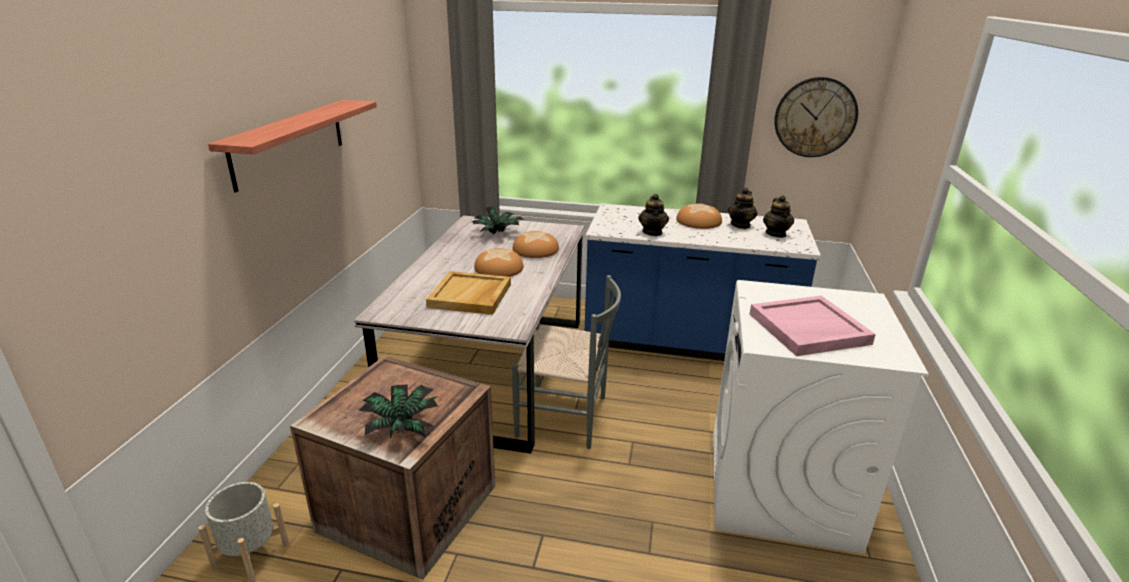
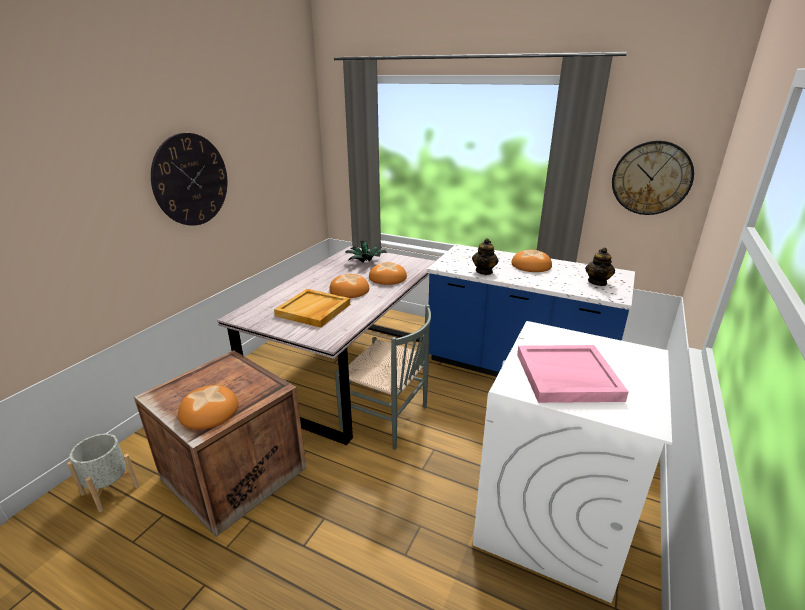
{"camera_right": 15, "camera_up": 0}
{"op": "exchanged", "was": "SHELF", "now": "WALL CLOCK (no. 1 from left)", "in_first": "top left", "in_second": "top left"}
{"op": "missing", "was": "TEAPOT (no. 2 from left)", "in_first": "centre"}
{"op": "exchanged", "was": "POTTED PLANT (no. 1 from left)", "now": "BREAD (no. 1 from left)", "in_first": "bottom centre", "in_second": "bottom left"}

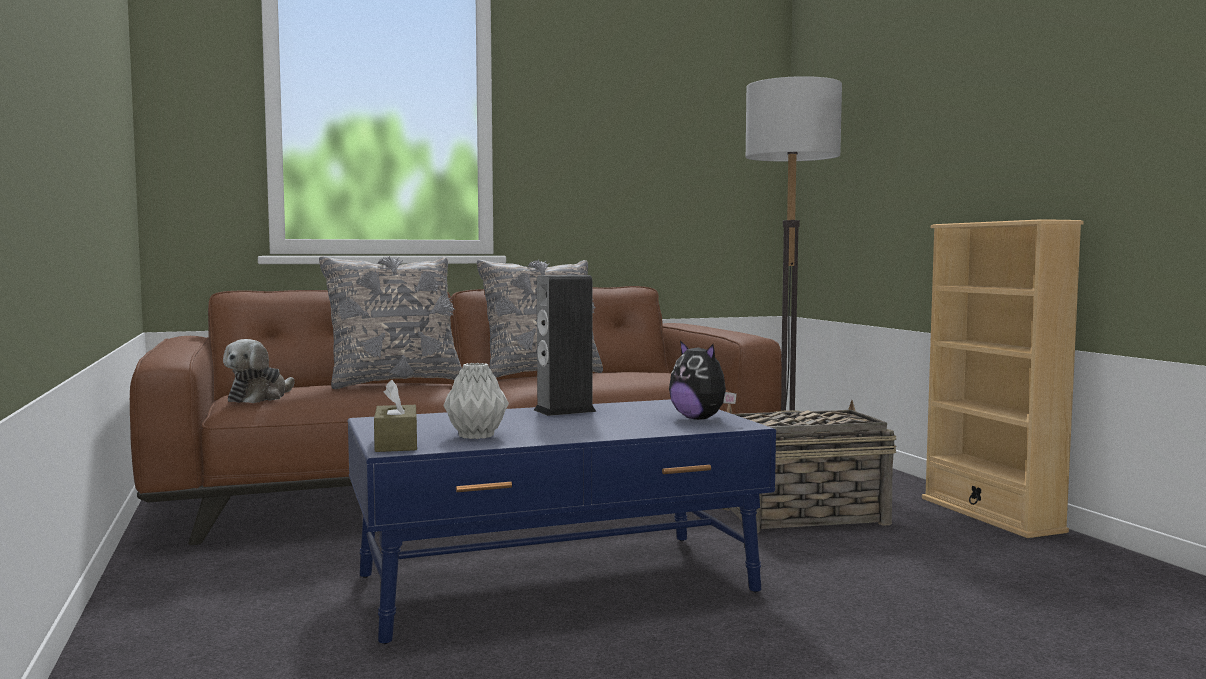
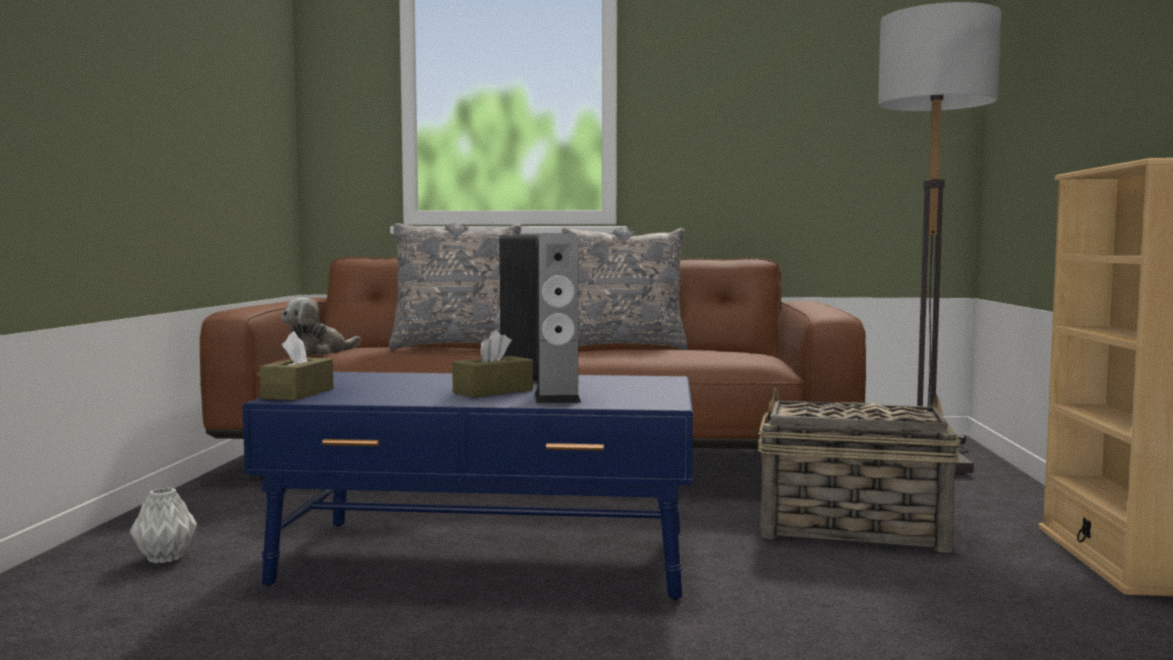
{"camera_right": 25, "camera_up": 0}
{"op": "missing", "was": "PLUSH TOY (no. 2 from left)", "in_first": "centre"}
{"op": "relocated", "was": "GREY VASE", "in_first": "centre", "in_second": "bottom left"}
{"op": "appeared", "now": "SPEAKER (no. 2 from left)", "in_second": "centre"}
{"op": "appeared", "now": "BROWN TISSUE BOX (no. 2 from left)", "in_second": "centre"}

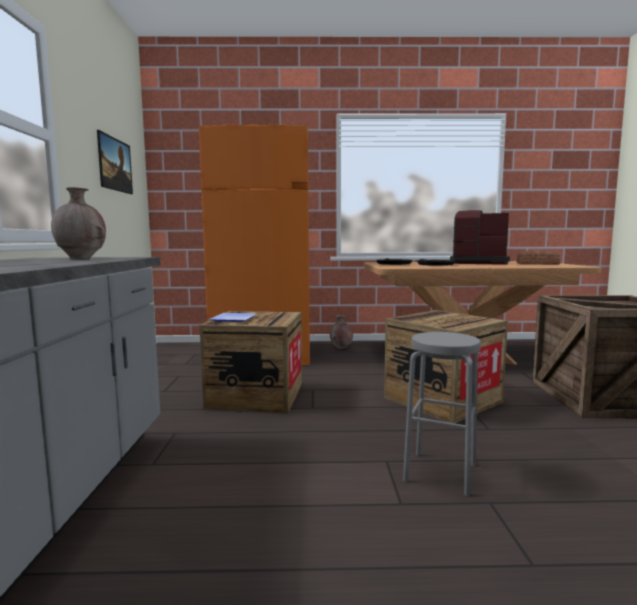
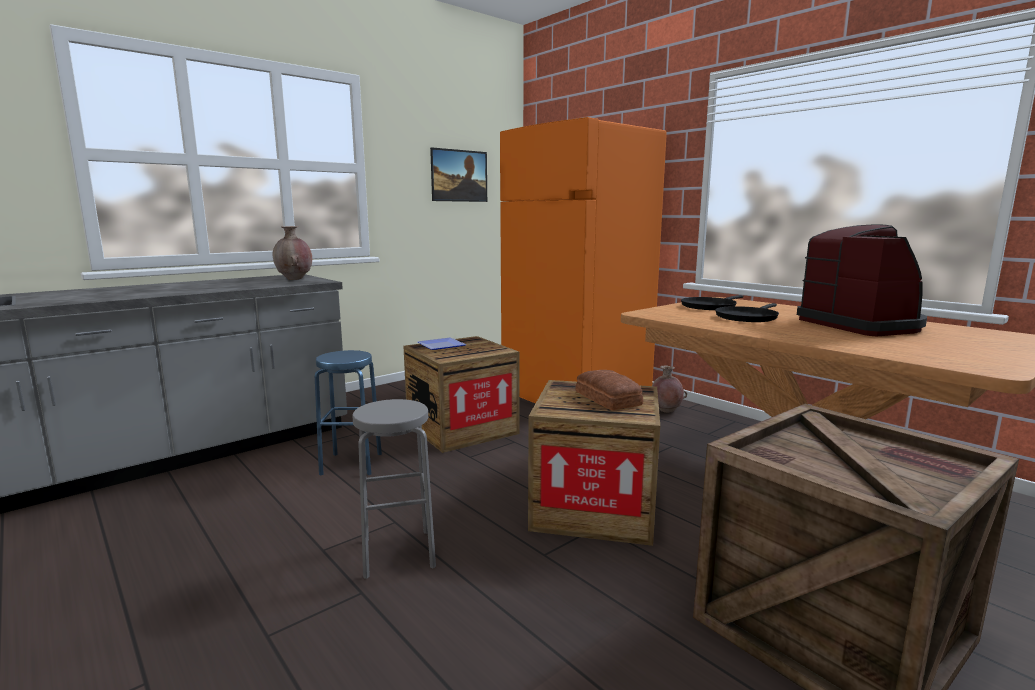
{"camera_right": 50, "camera_up": 5}
{"op": "relocated", "was": "BREAD", "in_first": "middle right", "in_second": "centre"}
{"op": "appeared", "now": "BLUE STOOL", "in_second": "centre"}

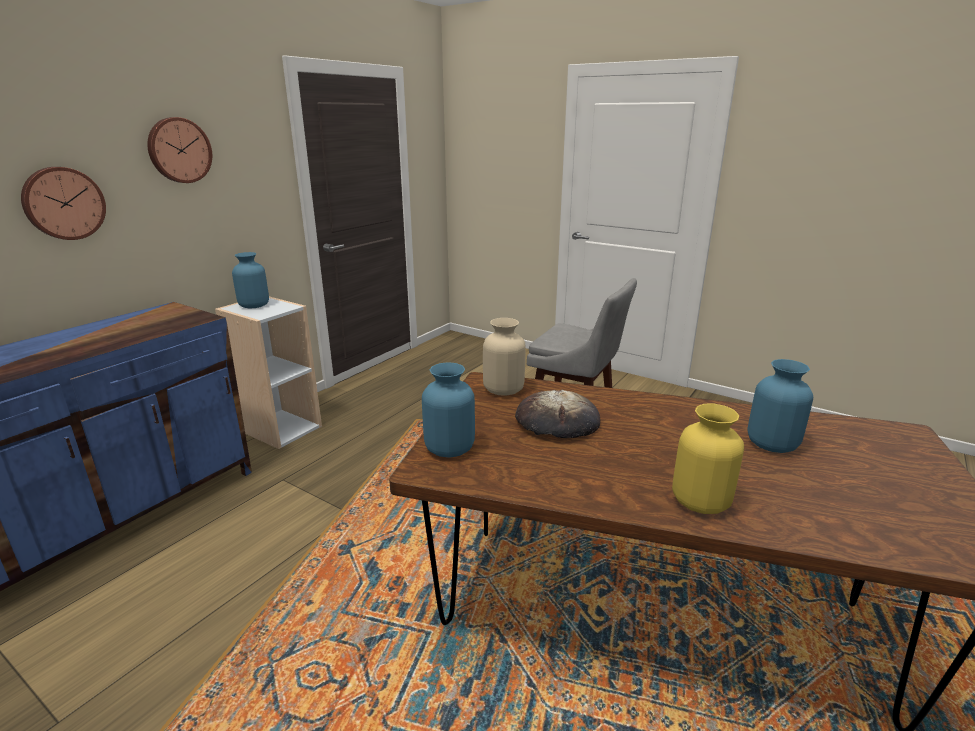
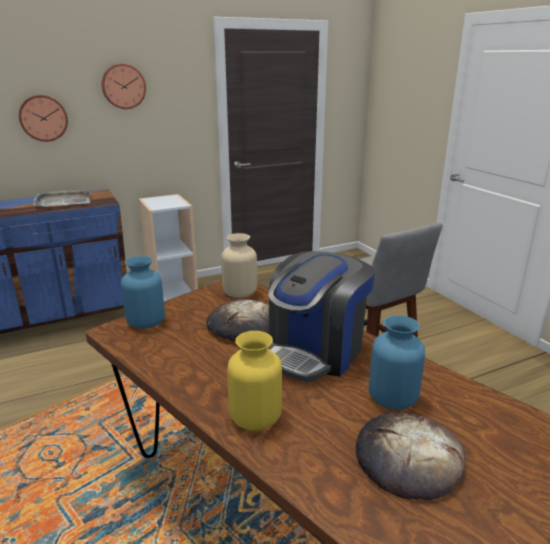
{"camera_right": 30, "camera_up": 0}
{"op": "missing", "was": "BLUE VASE (no. 1 from left)", "in_first": "middle left"}
{"op": "appeared", "now": "GREY TRAY", "in_second": "middle left"}
{"op": "appeared", "now": "COFFEE MACHINE", "in_second": "centre"}
{"op": "appeared", "now": "BREAD (no. 2 from left)", "in_second": "bottom right"}

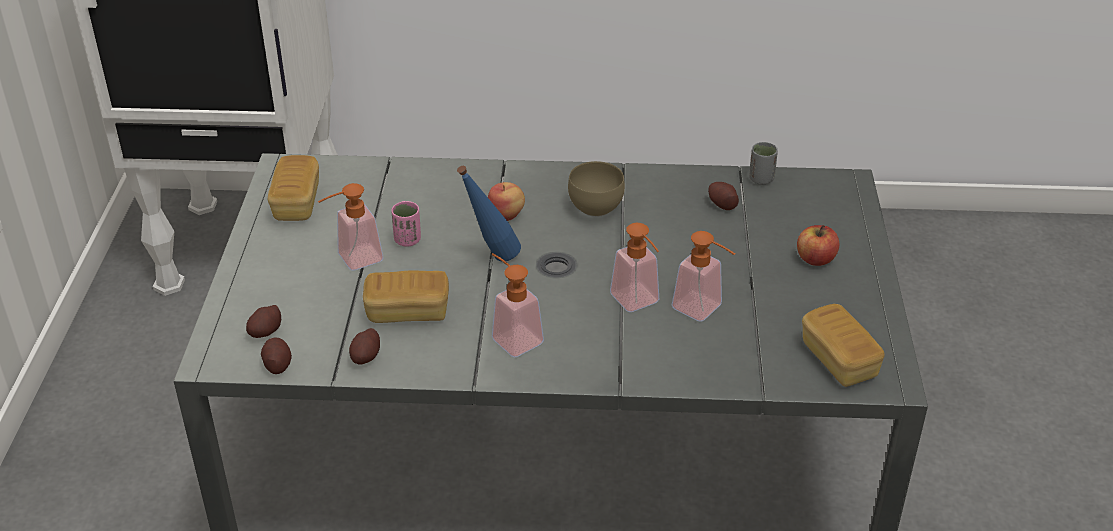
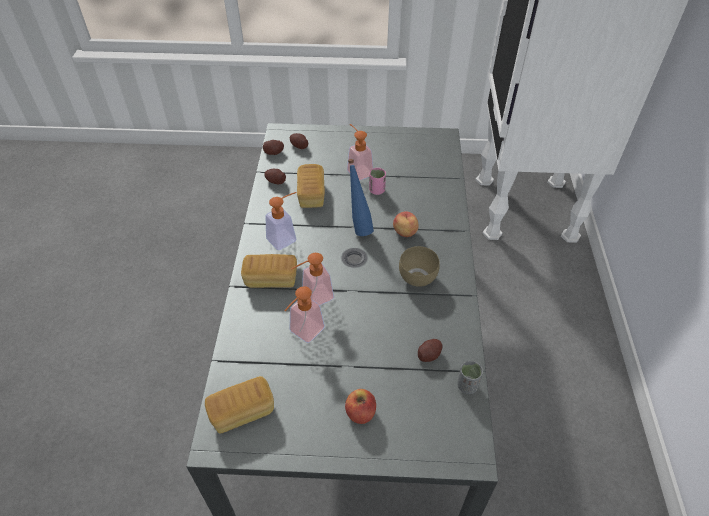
{"camera_right": 90, "camera_up": 10}
{"op": "relocated", "was": "BREAD (no. 1 from left in the first image)", "now": "BREAD (no. 2 from left)", "in_first": "middle left", "in_second": "centre"}

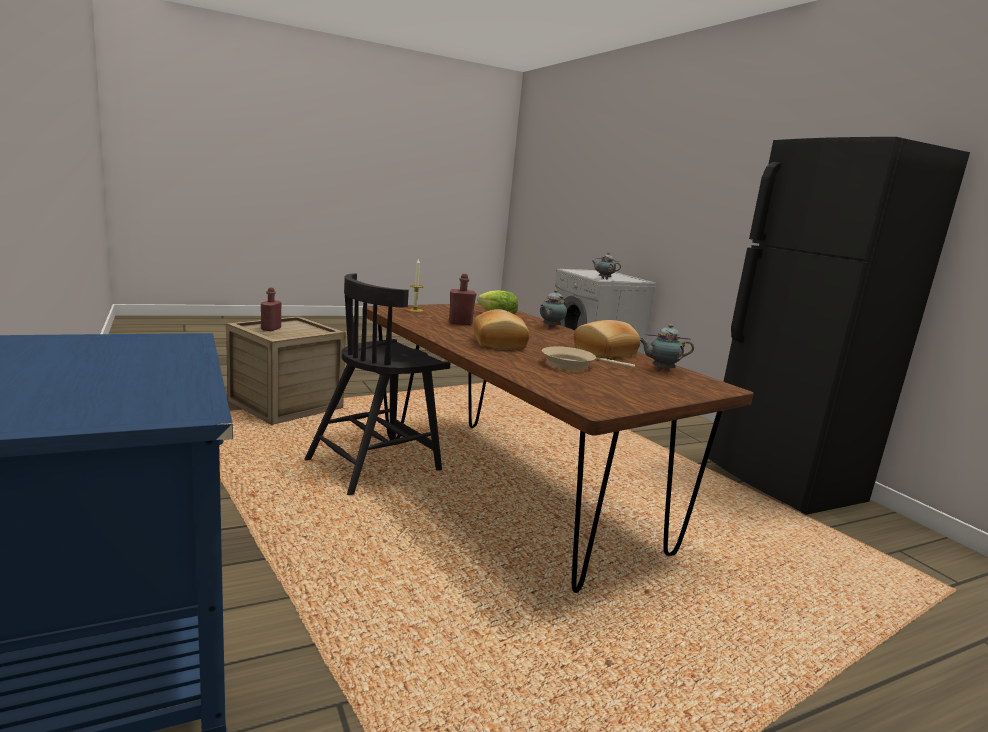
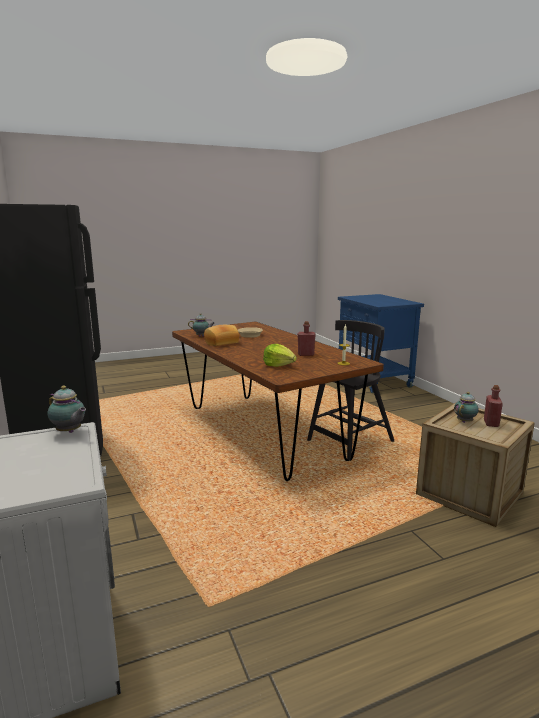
{"camera_right": -175, "camera_up": 0}
{"op": "relocated", "was": "TEAPOT (no. 1 from left in the first image)", "now": "TEAPOT (no. 3 from left)", "in_first": "centre", "in_second": "middle right"}
{"op": "missing", "was": "BREAD (no. 1 from left)", "in_first": "centre"}

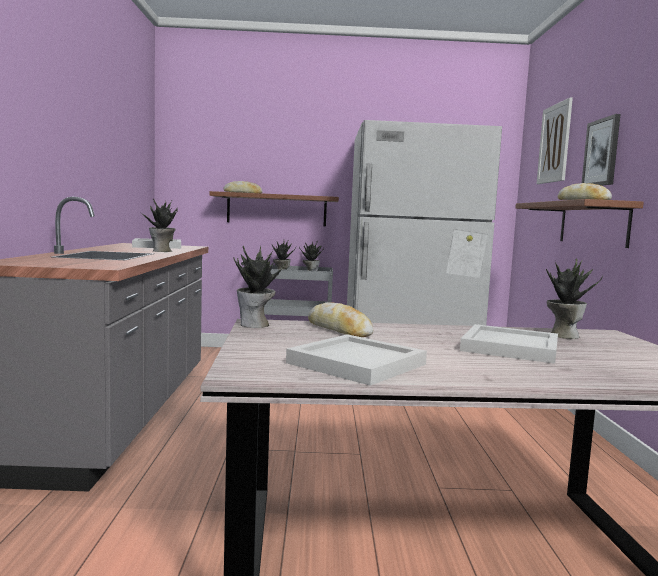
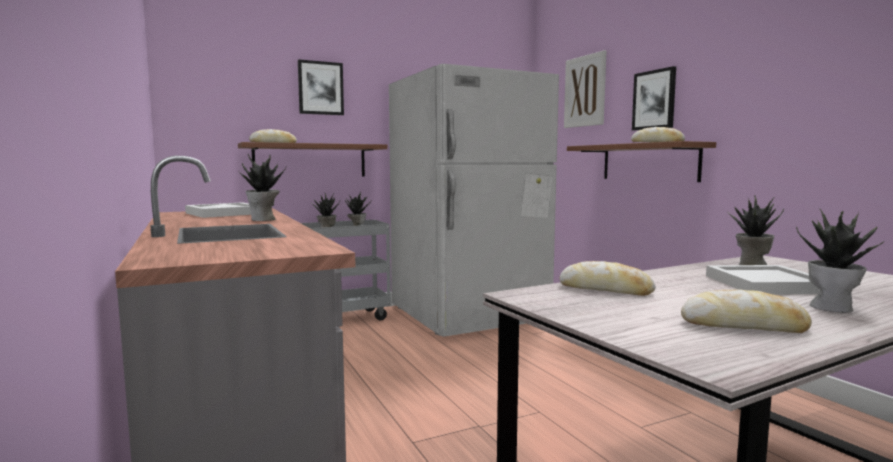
{"camera_right": -25, "camera_up": 0}
{"op": "relocated", "was": "POTTED PLANT (no. 2 from left in the first image)", "now": "POTTED PLANT (no. 5 from left)", "in_first": "centre", "in_second": "middle right"}
{"op": "exchanged", "was": "WHITE TRAY (no. 2 from left)", "now": "BREAD (no. 4 from left)", "in_first": "centre", "in_second": "bottom right"}
{"op": "appeared", "now": "PICTURE (no. 1 from left)", "in_second": "top centre"}

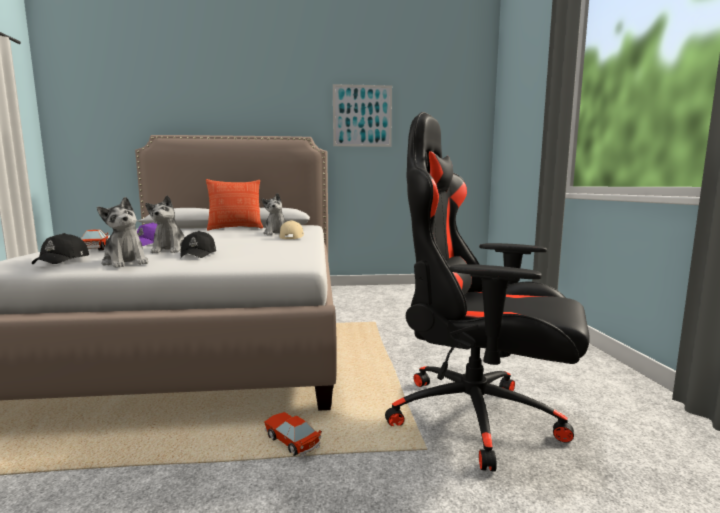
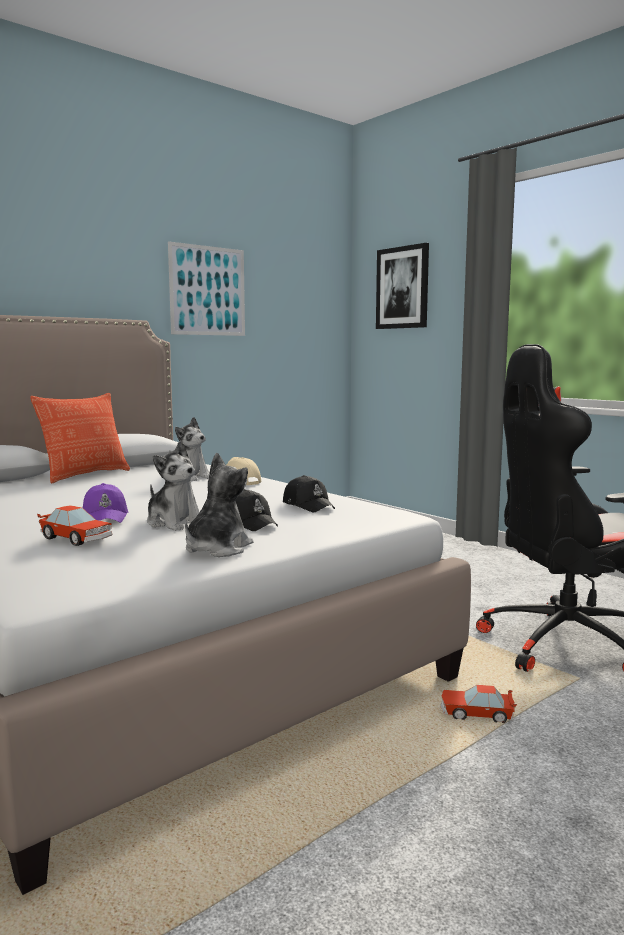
{"camera_right": -35, "camera_up": 0}
{"op": "spun", "was": "PLUSH TOY (no. 1 from left in the first image)", "in_first": "middle left", "in_second": "centre", "clockwise": -75}
{"op": "relocated", "was": "BLACK CAP (no. 1 from left in the first image)", "now": "BLACK CAP (no. 2 from left)", "in_first": "middle left", "in_second": "centre"}
{"op": "appeared", "now": "PICTURE (no. 2 from left)", "in_second": "top centre"}

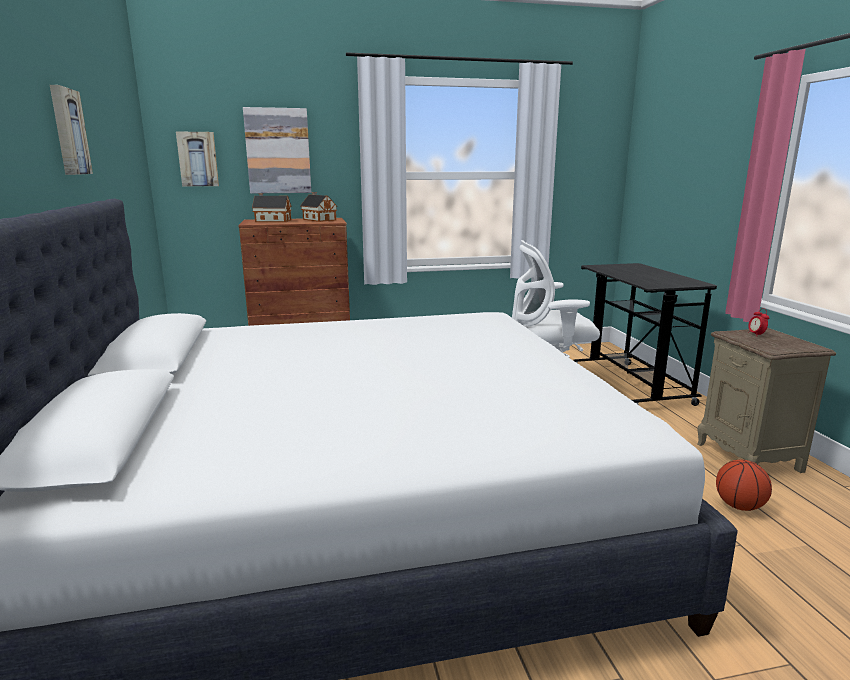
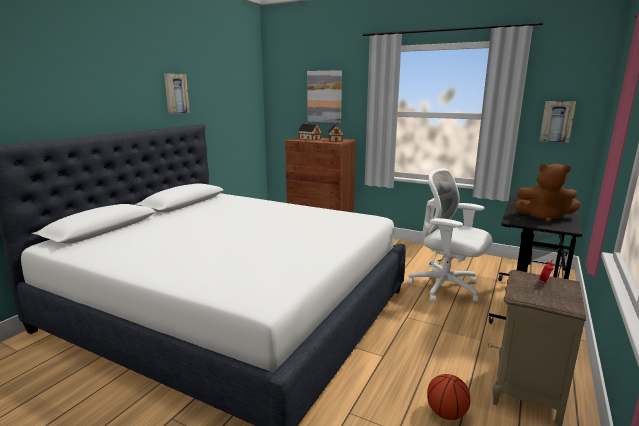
{"camera_right": 40, "camera_up": 0}
{"op": "relocated", "was": "PICTURE (no. 2 from left in the first image)", "now": "PICTURE (no. 3 from left)", "in_first": "top left", "in_second": "top right"}
{"op": "appeared", "now": "BROWN PLUSH TOY", "in_second": "middle right"}

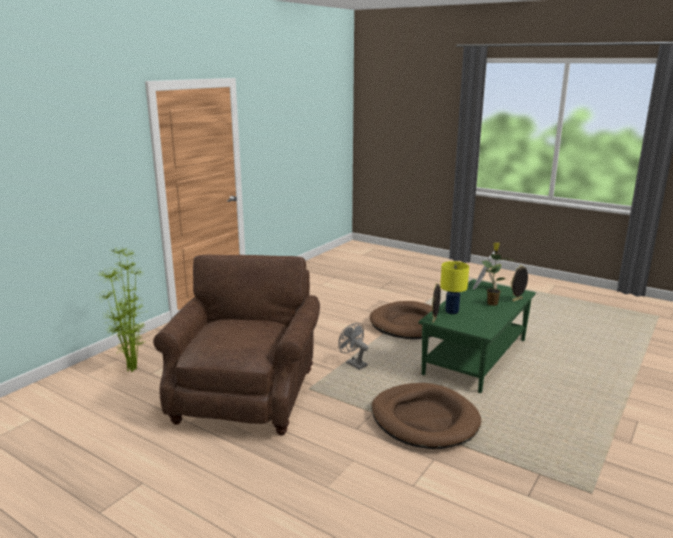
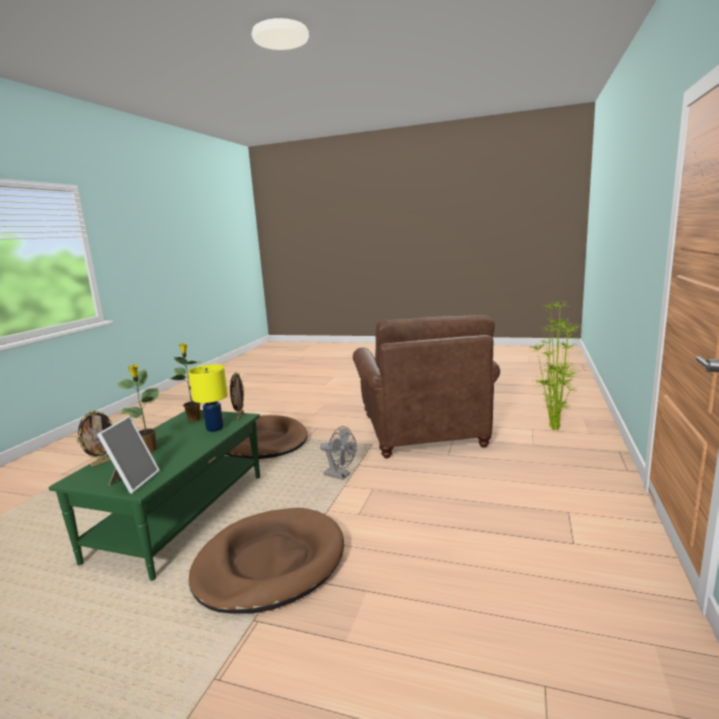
{"camera_right": 165, "camera_up": -5}
{"op": "appeared", "now": "POTTED PLANT (no. 2 from left)", "in_second": "middle left"}

